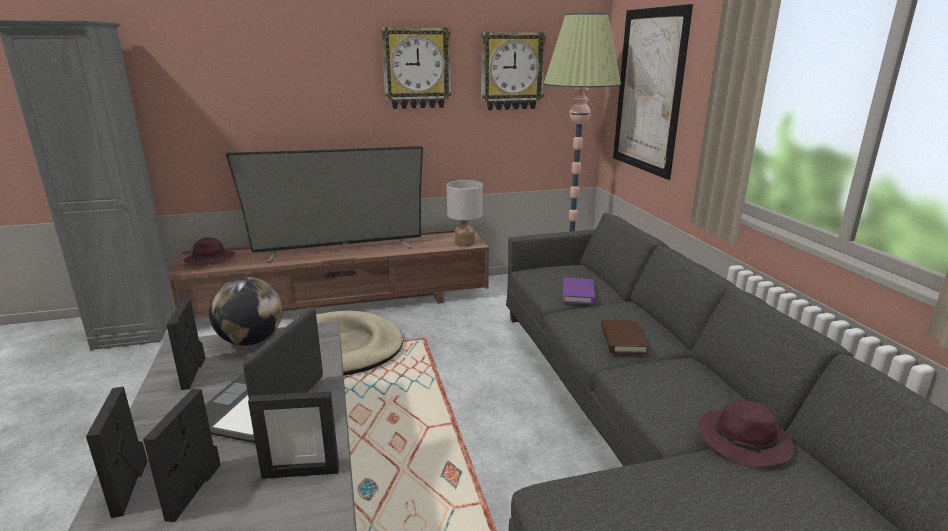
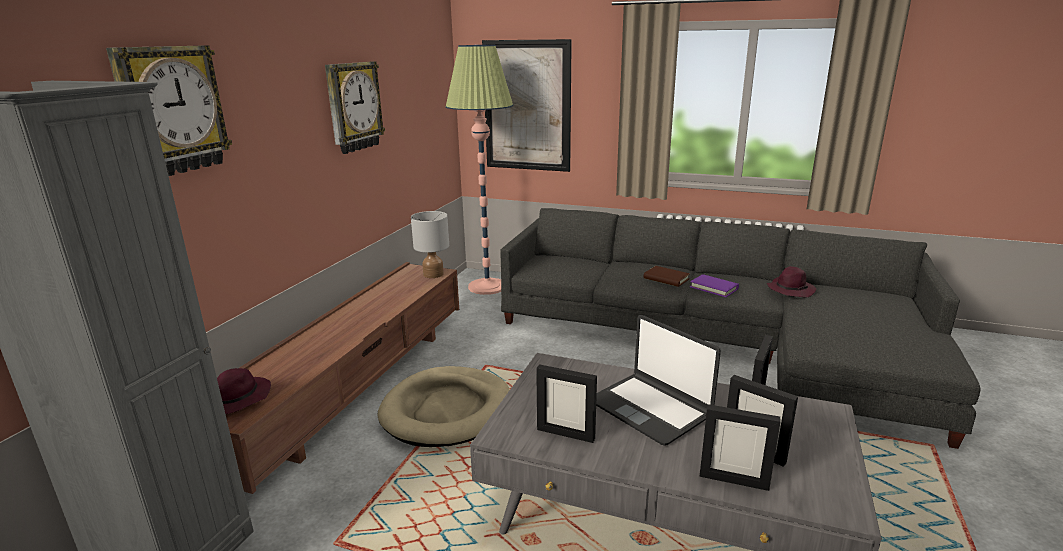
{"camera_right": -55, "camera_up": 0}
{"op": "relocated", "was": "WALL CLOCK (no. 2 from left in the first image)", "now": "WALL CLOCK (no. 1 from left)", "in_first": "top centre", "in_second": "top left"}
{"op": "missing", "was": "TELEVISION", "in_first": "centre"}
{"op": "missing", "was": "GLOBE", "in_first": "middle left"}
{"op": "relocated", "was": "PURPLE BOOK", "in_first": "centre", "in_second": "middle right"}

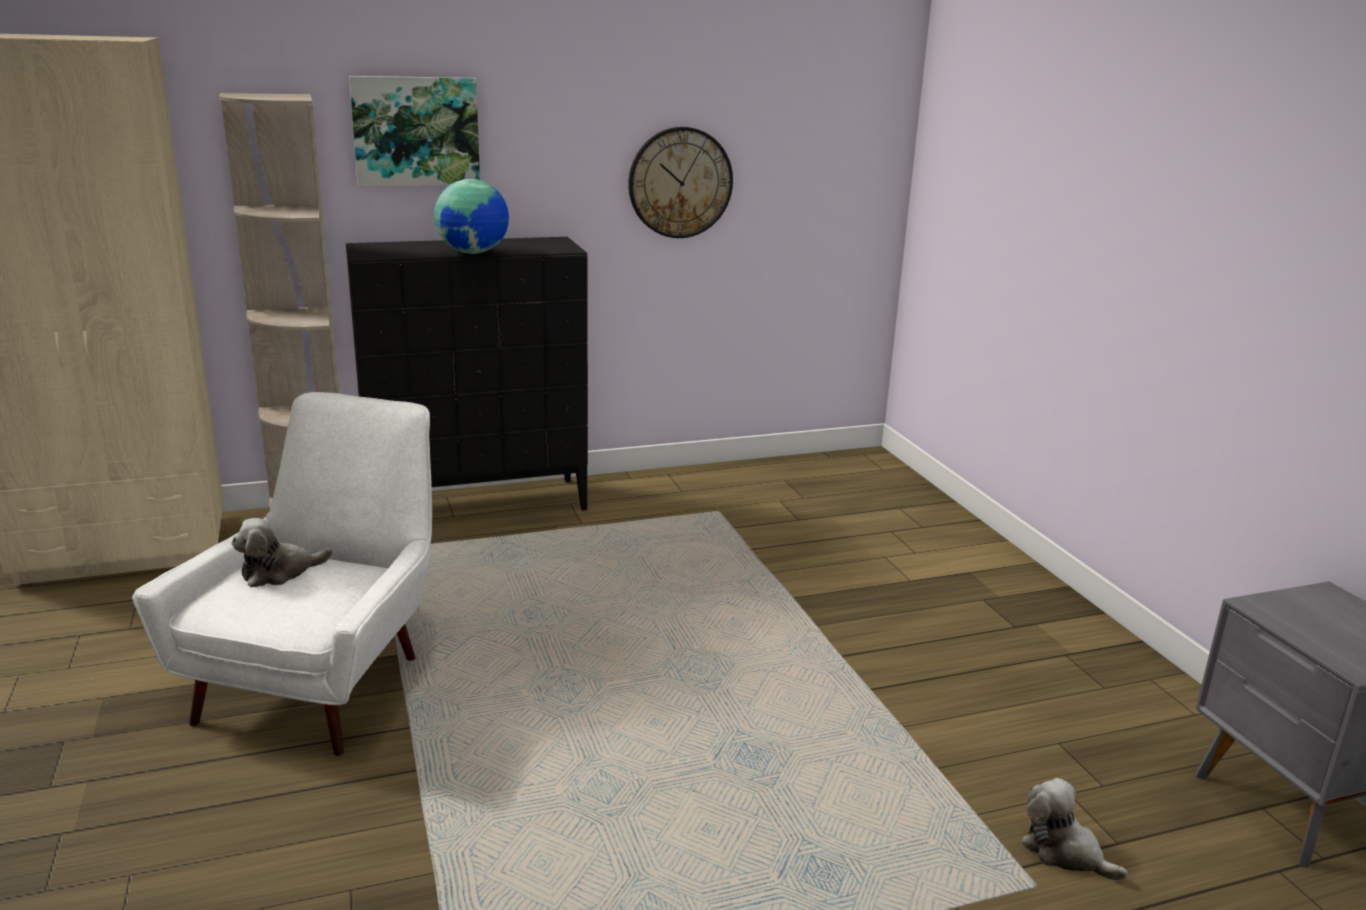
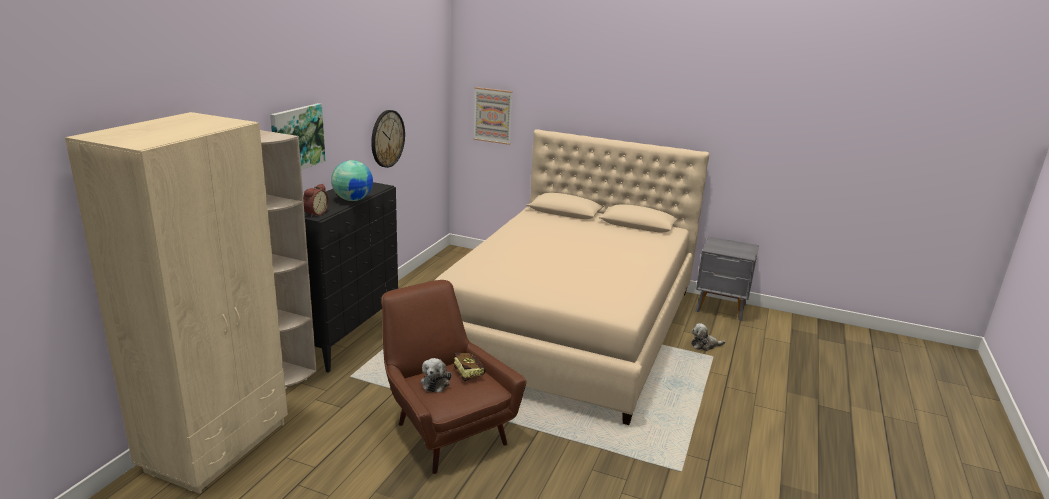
{"camera_right": -50, "camera_up": 0}
{"op": "colour", "was": "WHITE ARMCHAIR", "now": "BROWN ARMCHAIR", "in_first": "middle left", "in_second": "bottom centre"}
{"op": "appeared", "now": "PICTURE (no. 2 from left)", "in_second": "top centre"}
{"op": "appeared", "now": "BEIGE BED", "in_second": "centre"}
{"op": "appeared", "now": "ALARM CLOCK", "in_second": "middle left"}
{"op": "appeared", "now": "BOOK", "in_second": "bottom centre"}

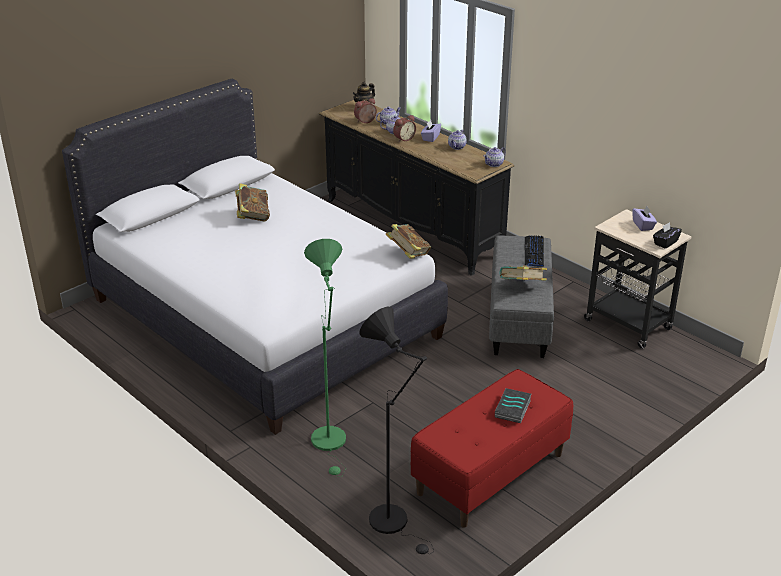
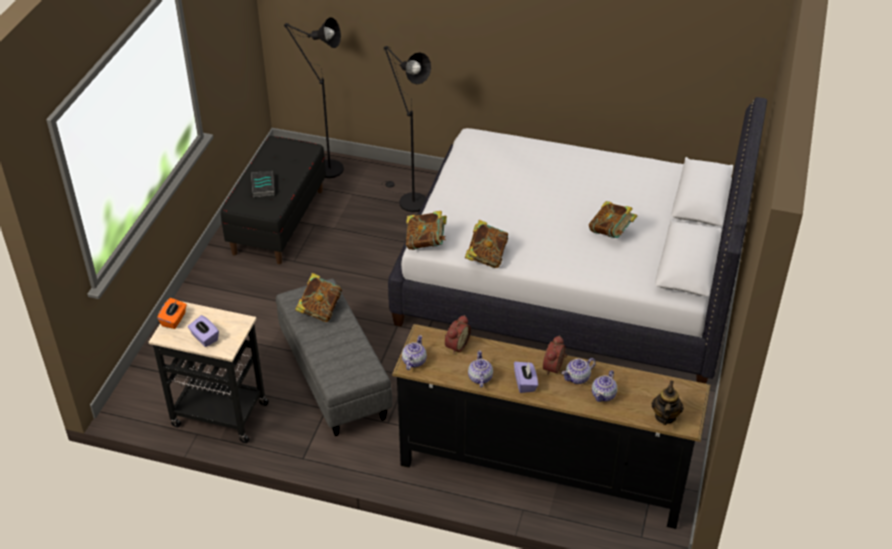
{"camera_right": 150, "camera_up": 10}
{"op": "relocated", "was": "ALARM CLOCK (no. 1 from left)", "in_first": "top centre", "in_second": "centre"}
{"op": "colour", "was": "BLACK TISSUE BOX", "now": "ORANGE TISSUE BOX", "in_first": "middle right", "in_second": "middle left"}
{"op": "missing", "was": "KEYBOARD", "in_first": "middle right"}
{"op": "colour", "was": "GREEN FLOOR LAMP", "now": "BLACK FLOOR LAMP (no. 2 from left)", "in_first": "centre", "in_second": "top centre"}
{"op": "colour", "was": "RED BENCH", "now": "BLACK BENCH", "in_first": "bottom centre", "in_second": "middle left"}
{"op": "appeared", "now": "BOOK (no. 4 from left)", "in_second": "centre"}

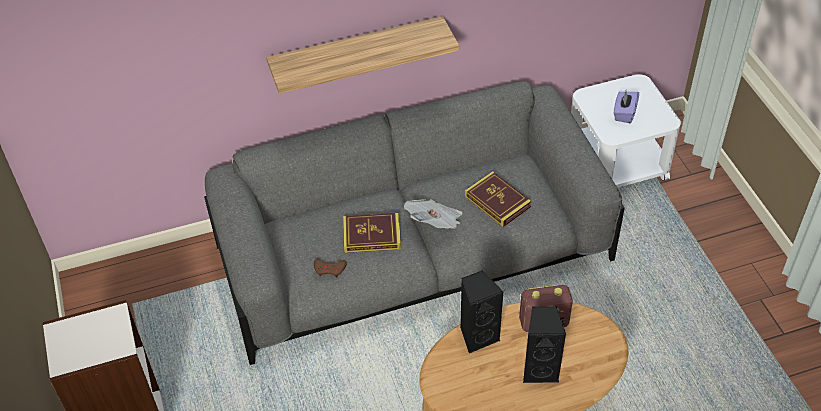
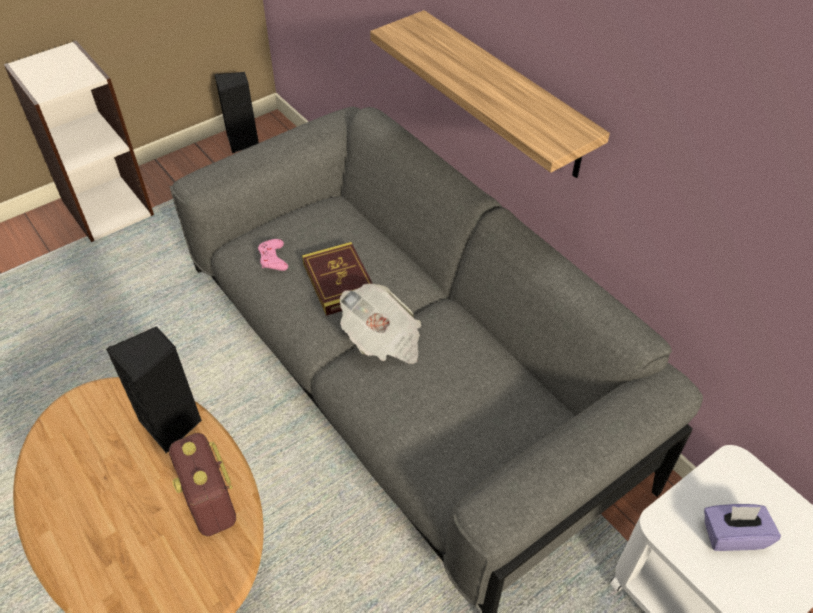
{"camera_right": 70, "camera_up": 0}
{"op": "missing", "was": "BOOK (no. 2 from left)", "in_first": "centre"}
{"op": "colour", "was": "BROWN GAME CONTROLLER", "now": "PINK GAME CONTROLLER", "in_first": "centre", "in_second": "centre"}
{"op": "relocated", "was": "BLACK SPEAKER (no. 2 from left)", "in_first": "bottom centre", "in_second": "top left"}

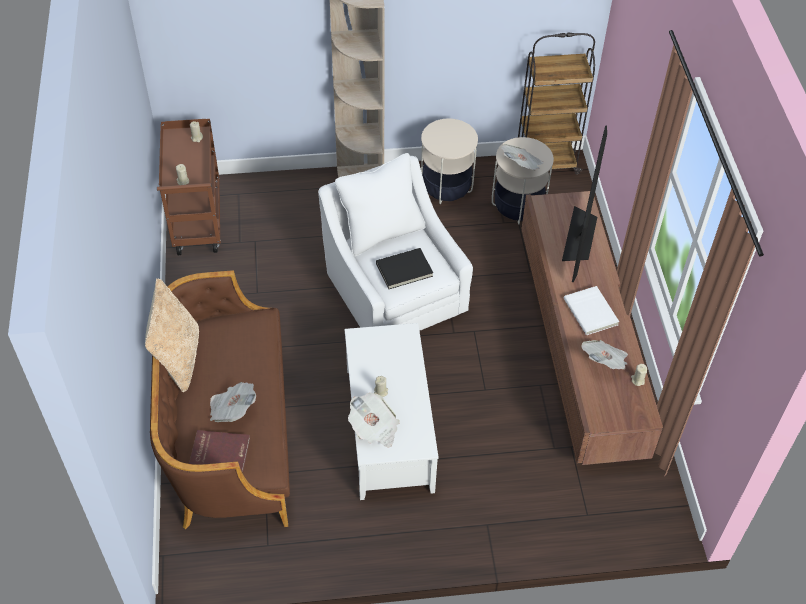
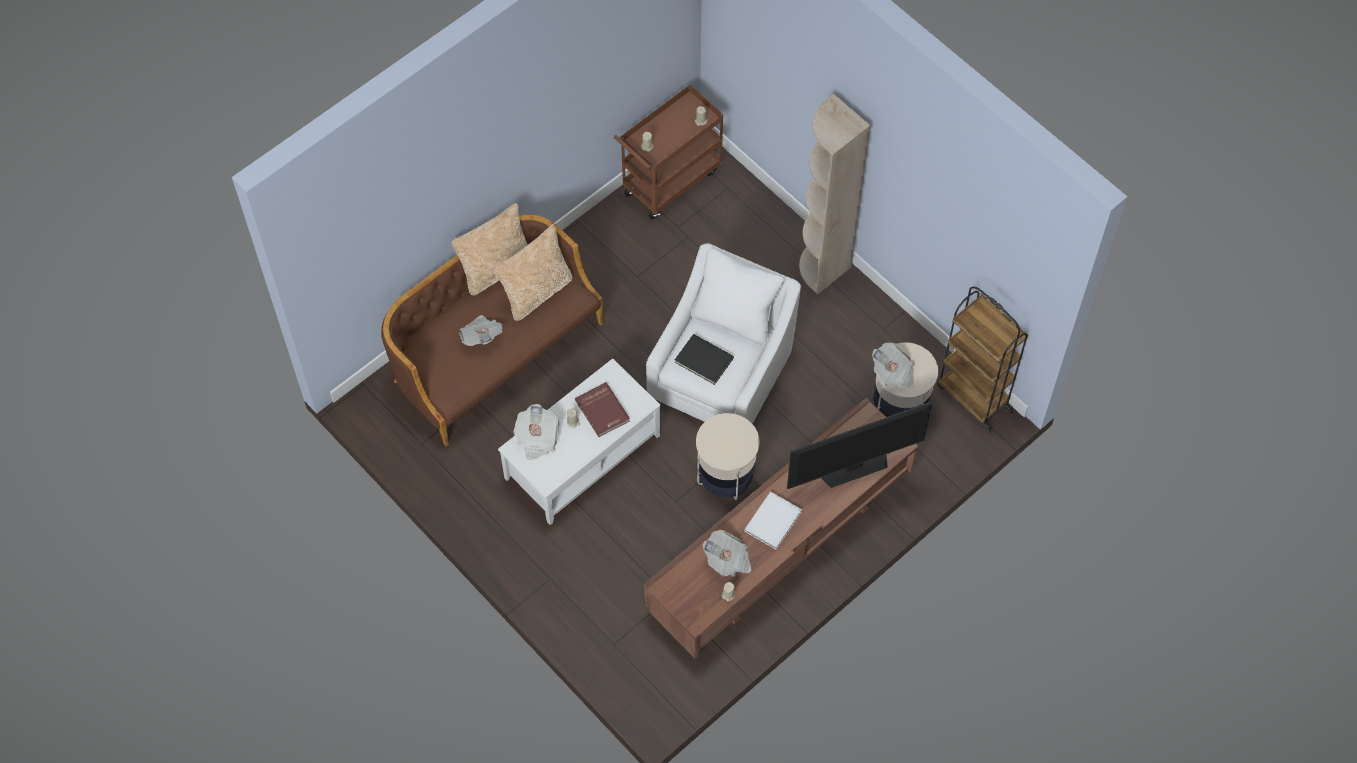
{"camera_right": 55, "camera_up": 10}
{"op": "relocated", "was": "BEIGE SIDE TABLE (no. 1 from left)", "in_first": "top centre", "in_second": "centre"}
{"op": "relocated", "was": "RED BOOK", "in_first": "bottom left", "in_second": "centre"}
{"op": "appeared", "now": "BEIGE PILLOW (no. 2 from left)", "in_second": "centre"}

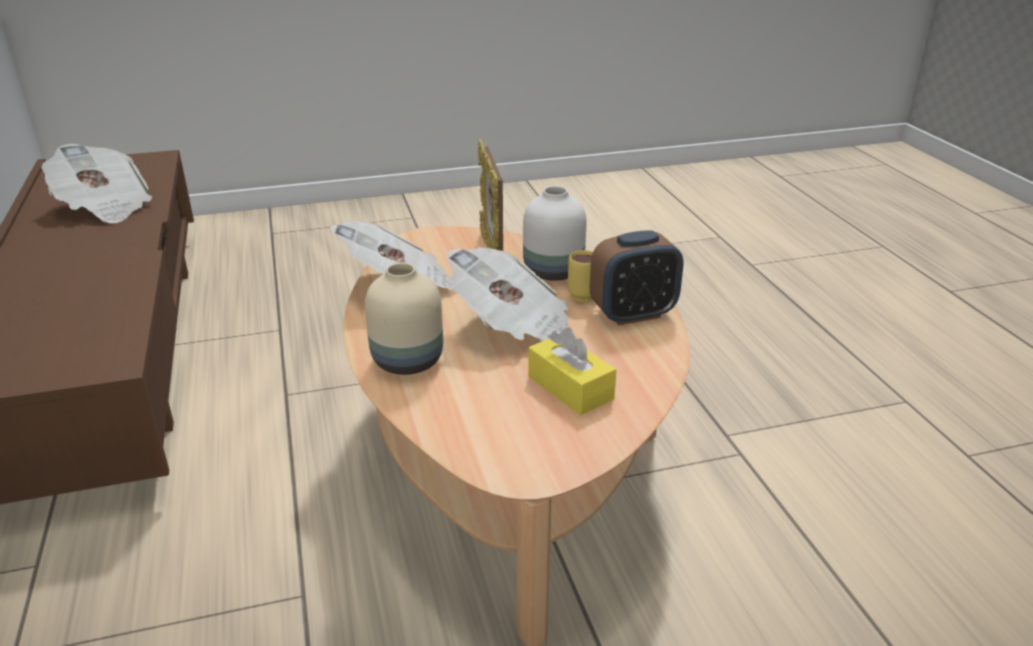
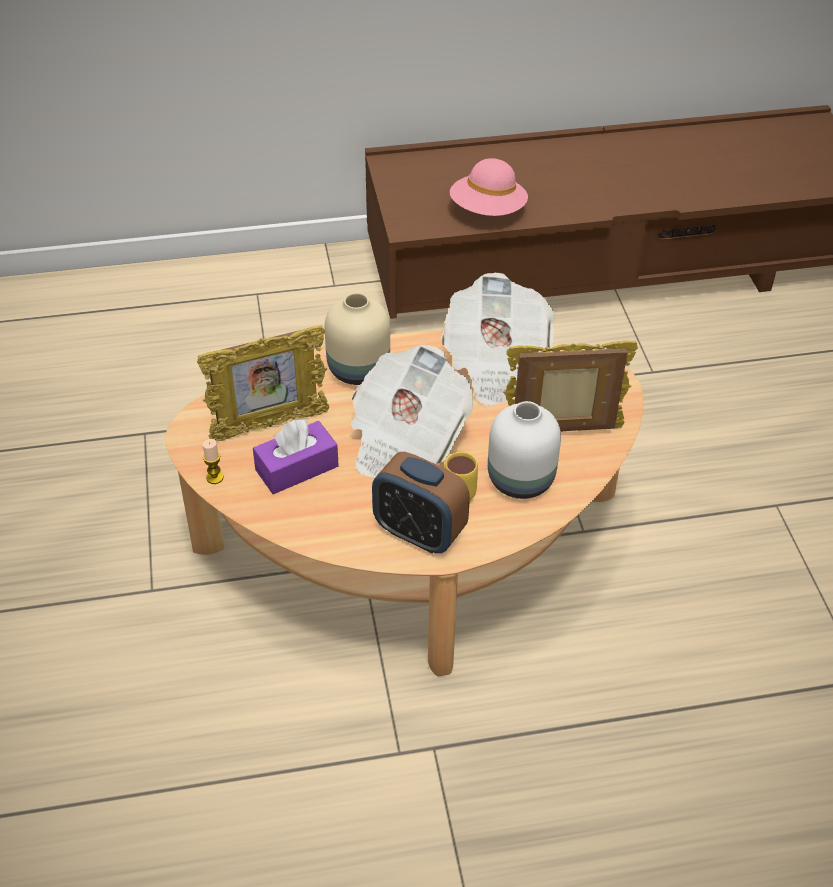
{"camera_right": 95, "camera_up": 15}
{"op": "missing", "was": "NEWSPAPER (no. 1 from left)", "in_first": "top left"}
{"op": "spun", "was": "ALARM CLOCK", "in_first": "centre", "in_second": "centre", "clockwise": -45}
{"op": "colour", "was": "YELLOW TISSUE BOX", "now": "PURPLE TISSUE BOX", "in_first": "centre", "in_second": "centre"}
{"op": "appeared", "now": "PINK HAT", "in_second": "top centre"}
{"op": "appeared", "now": "PICTURE FRAME (no. 1 from left)", "in_second": "middle left"}
{"op": "appeared", "now": "CANDLE", "in_second": "middle left"}

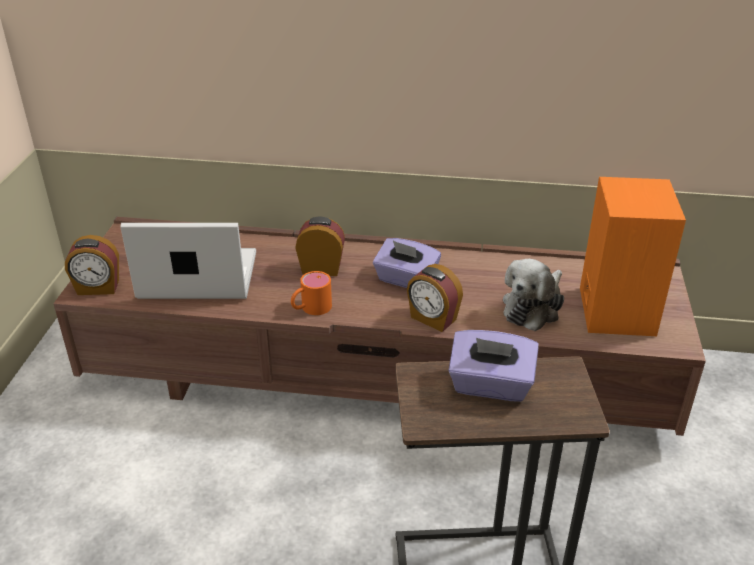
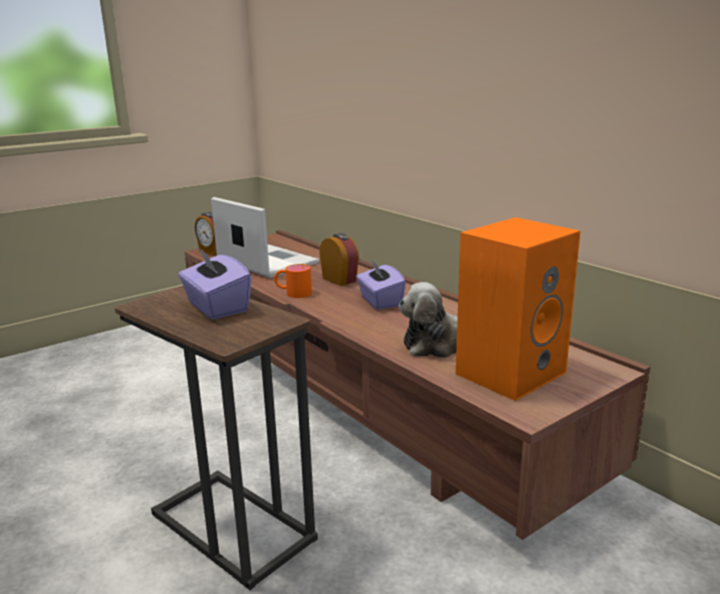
{"camera_right": 45, "camera_up": -15}
{"op": "missing", "was": "ALARM CLOCK (no. 3 from left)", "in_first": "centre"}

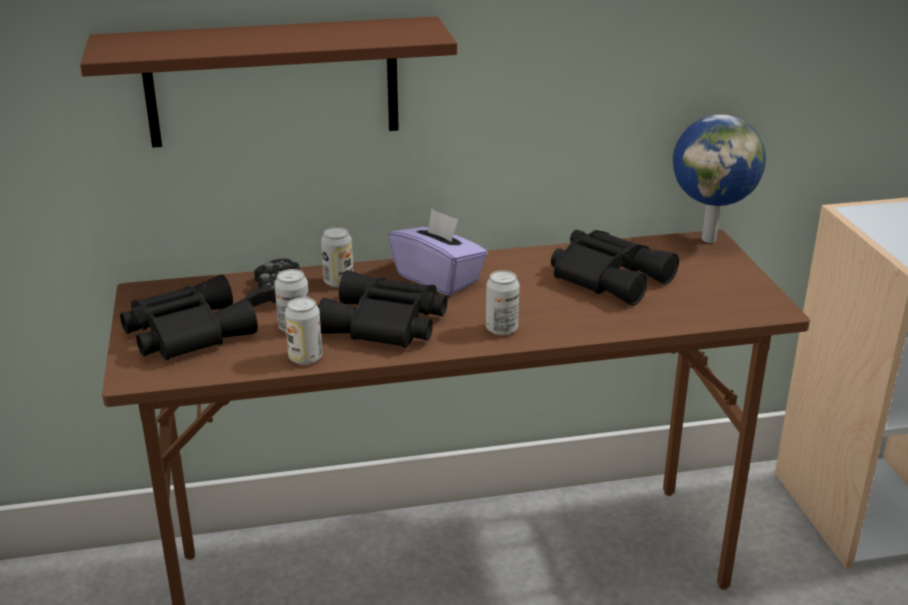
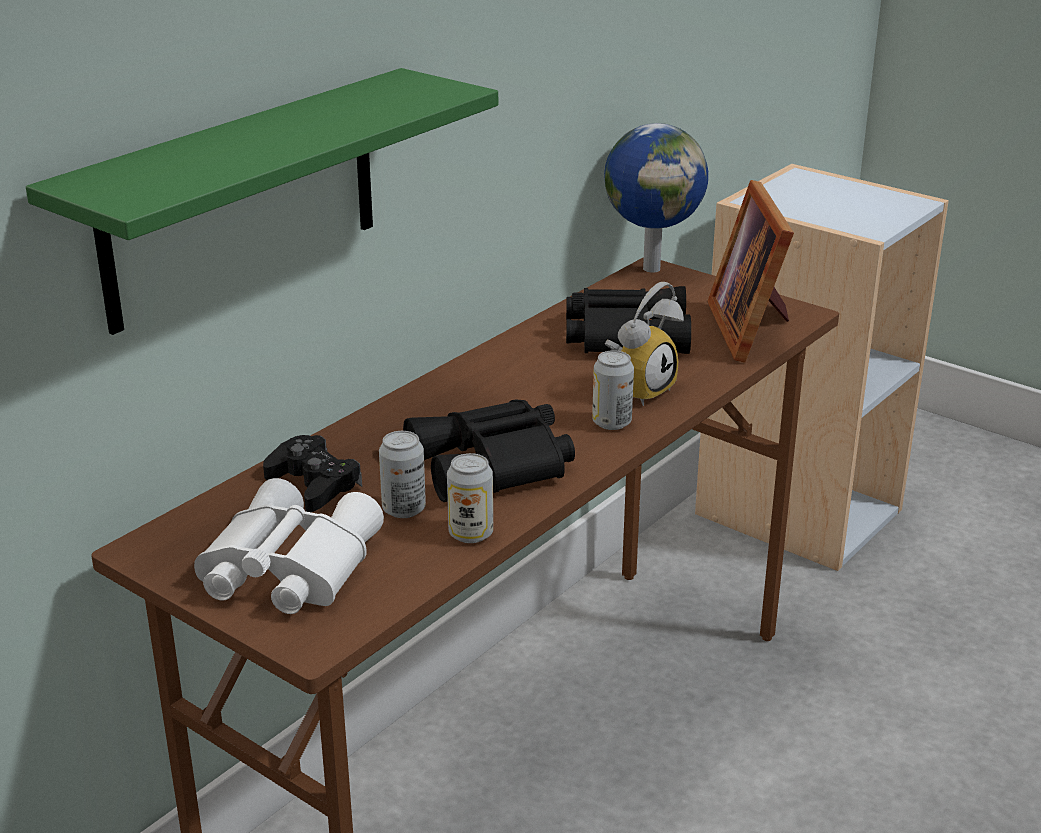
{"camera_right": -40, "camera_up": 0}
{"op": "colour", "was": "BROWN SHELF", "now": "GREEN SHELF", "in_first": "top left", "in_second": "top left"}
{"op": "missing", "was": "PURPLE TISSUE BOX", "in_first": "centre"}
{"op": "missing", "was": "CAN (no. 3 from left)", "in_first": "centre"}
{"op": "colour", "was": "BLACK BINOCULARS (no. 1 from left)", "now": "WHITE BINOCULARS", "in_first": "middle left", "in_second": "middle left"}
{"op": "appeared", "now": "PICTURE FRAME", "in_second": "top right"}
{"op": "appeared", "now": "ALARM CLOCK", "in_second": "centre"}

